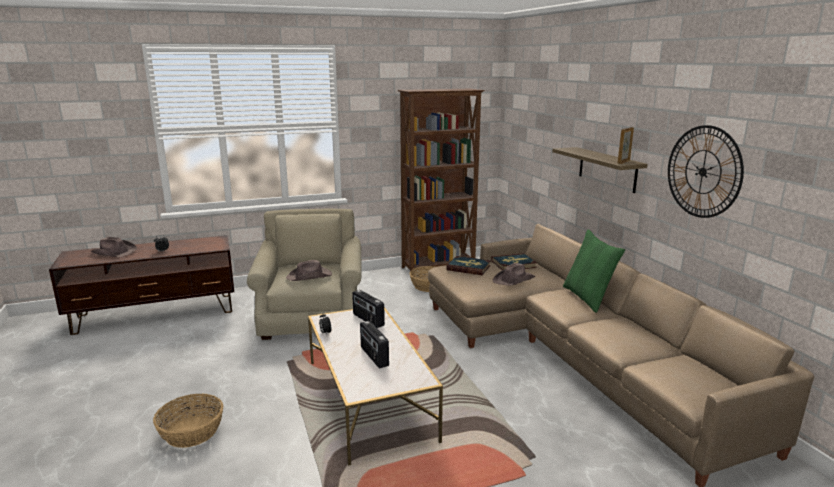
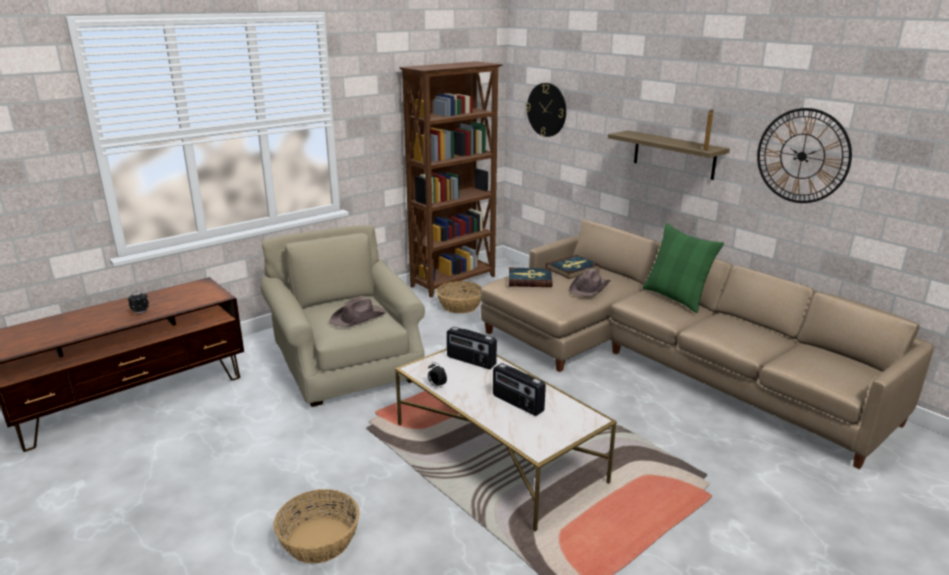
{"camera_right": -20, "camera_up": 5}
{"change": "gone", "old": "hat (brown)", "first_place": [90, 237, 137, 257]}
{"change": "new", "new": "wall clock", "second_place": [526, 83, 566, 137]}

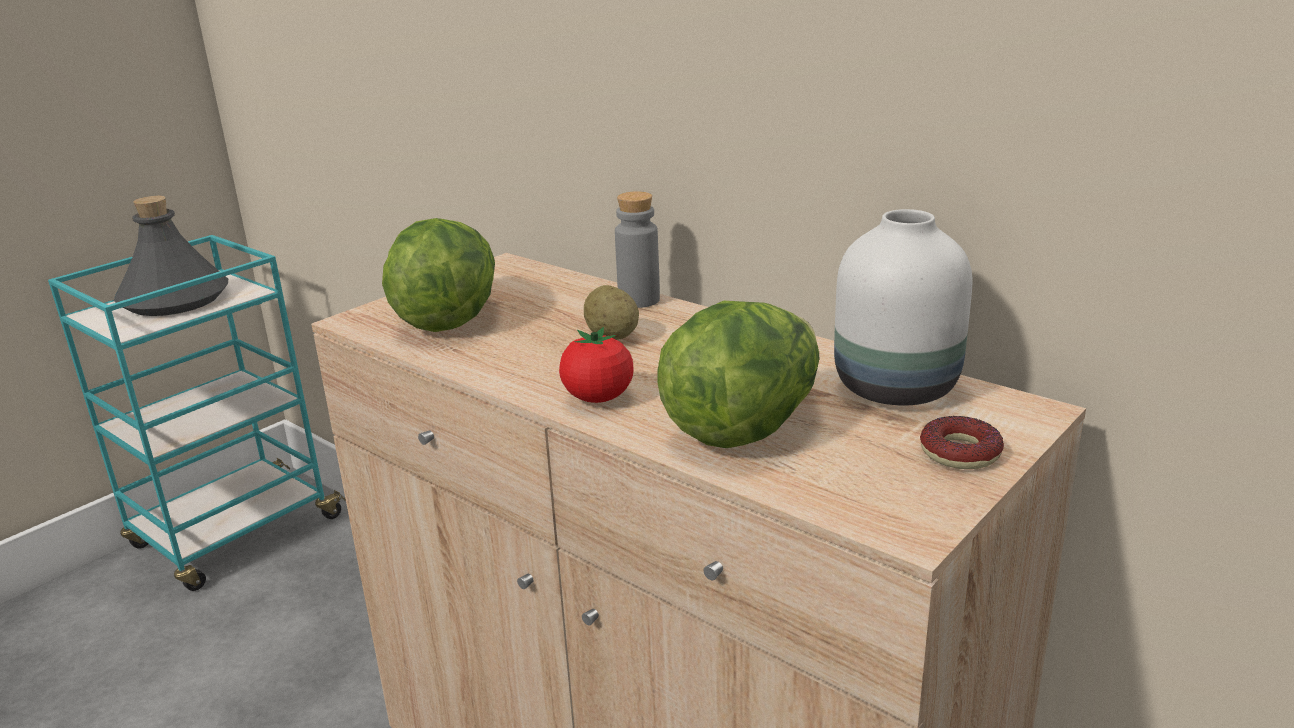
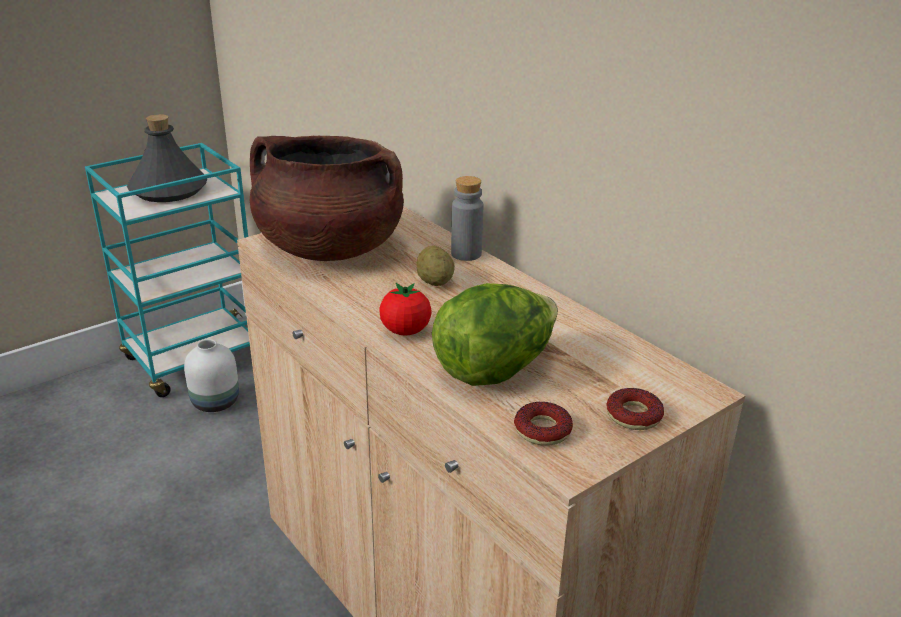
{"camera_right": 10, "camera_up": 5}
{"change": "swapped", "old": "lettuce", "new": "cooking pot (brown)", "first_place": [382, 218, 495, 332], "second_place": [250, 136, 404, 261]}
{"change": "shifted", "old": "vase (white)", "first_place": [834, 209, 972, 406], "second_place": [184, 339, 239, 412]}
{"change": "new", "new": "donut", "second_place": [514, 402, 573, 446]}

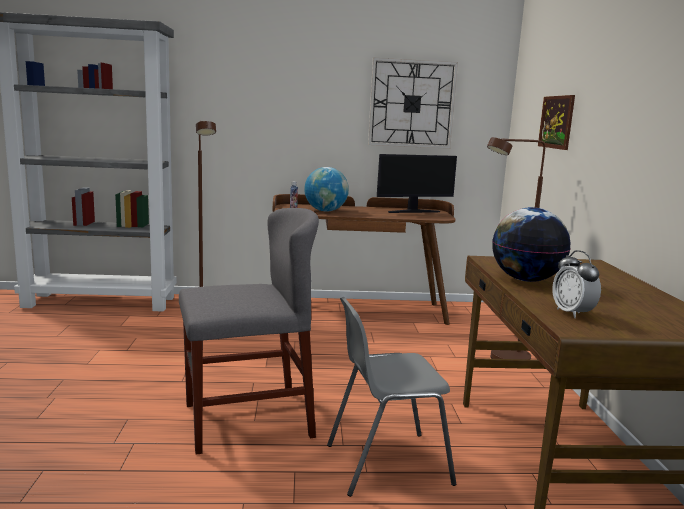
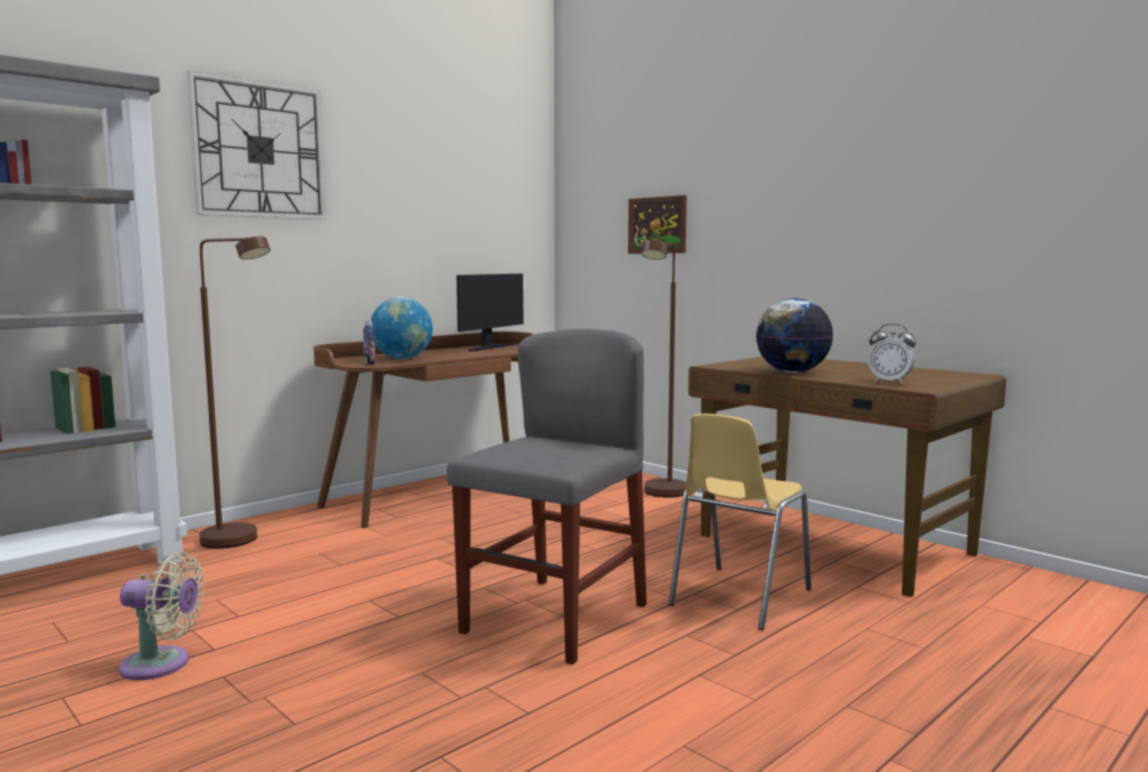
{"camera_right": -40, "camera_up": -5}
{"change": "repainted", "old": "chair (grey)", "new": "chair (yellow)", "first_place": [327, 297, 456, 497], "second_place": [669, 414, 811, 630]}
{"change": "shifted", "old": "wall clock", "first_place": [368, 58, 458, 149], "second_place": [187, 71, 326, 220]}
{"change": "new", "new": "fan (beige)", "second_place": [119, 552, 205, 680]}

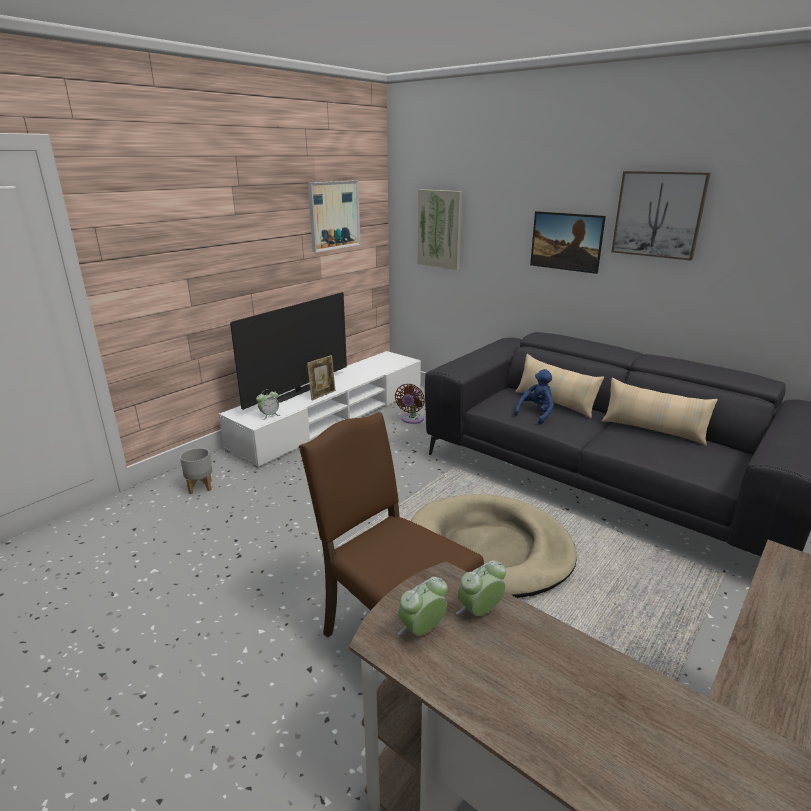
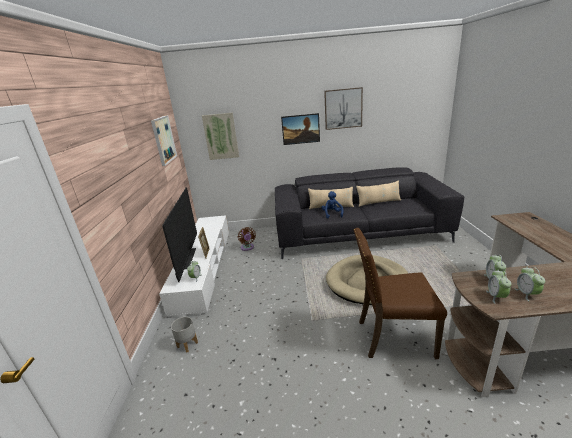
{"camera_right": -40, "camera_up": 0}
{"change": "new", "new": "alarm clock", "second_place": [514, 267, 545, 301]}

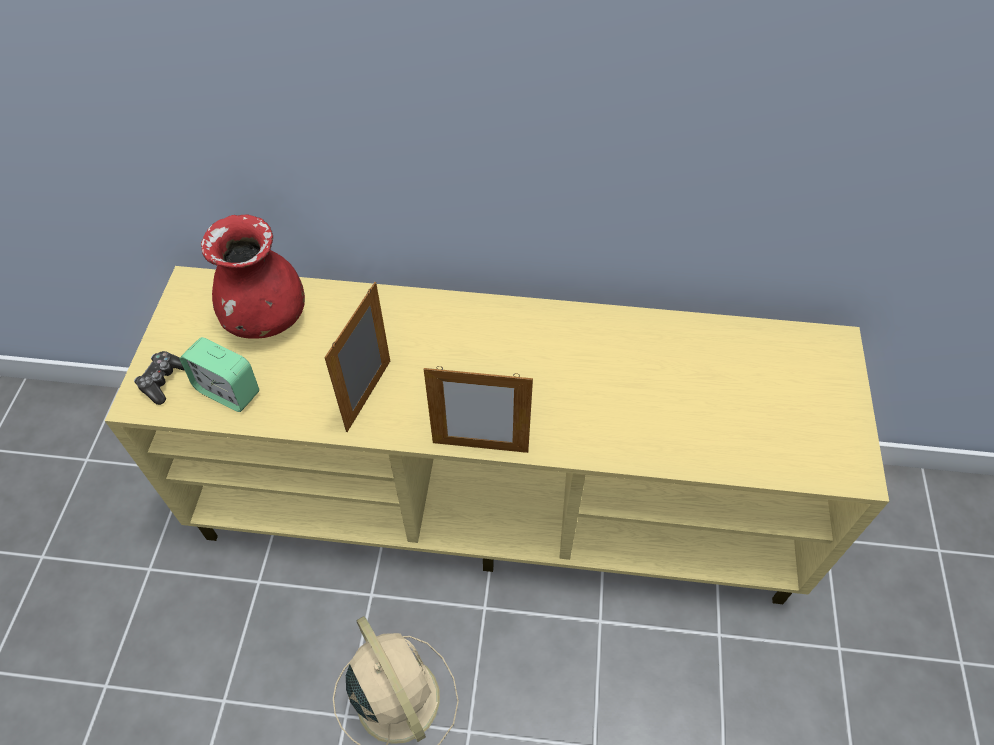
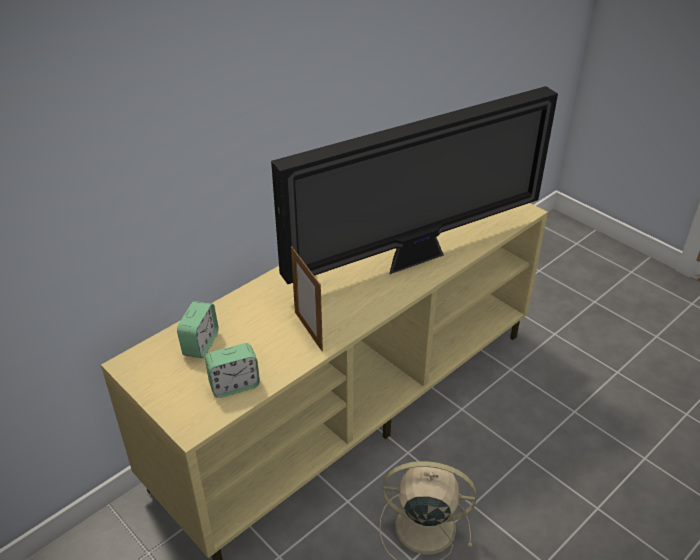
{"camera_right": -50, "camera_up": -15}
{"change": "gone", "old": "game controller", "first_place": [134, 351, 185, 405]}
{"change": "swapped", "old": "vase (red)", "new": "alarm clock", "first_place": [201, 214, 305, 339], "second_place": [177, 301, 218, 358]}
{"change": "gone", "old": "picture frame", "first_place": [424, 366, 533, 453]}
{"change": "new", "new": "television", "second_place": [271, 86, 558, 284]}

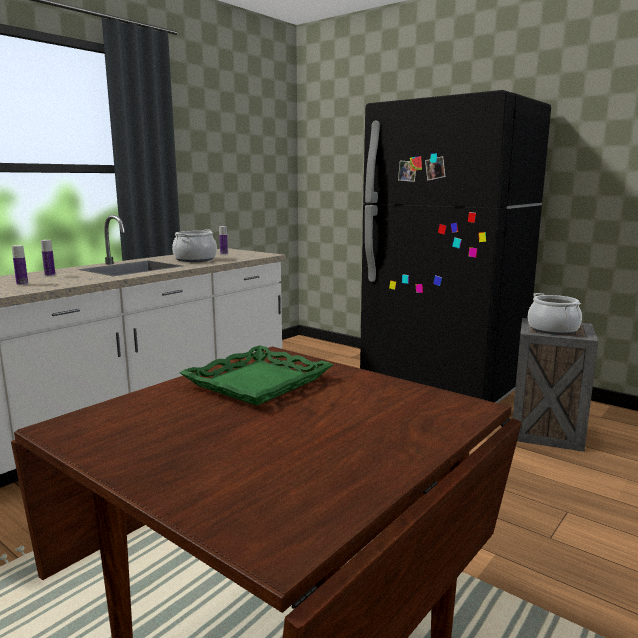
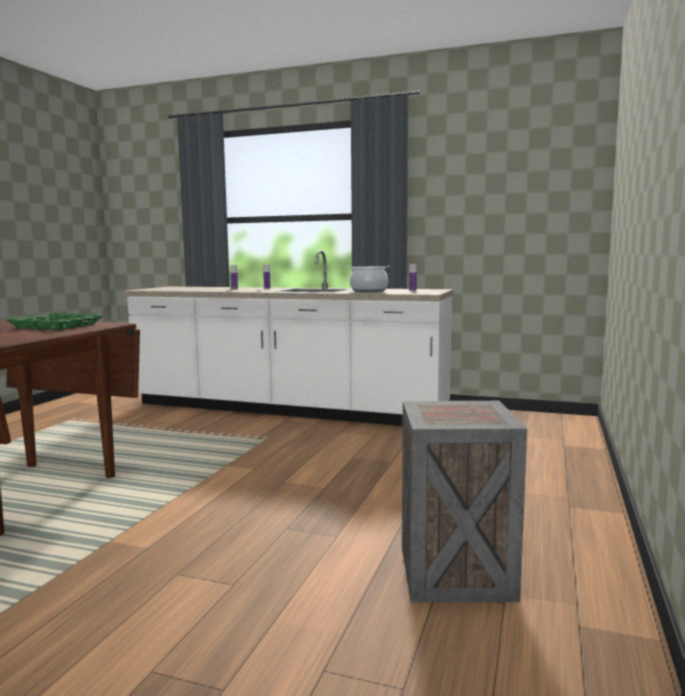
{"camera_right": 70, "camera_up": -5}
{"change": "gone", "old": "fridge (black)", "first_place": [360, 90, 551, 403]}
{"change": "gone", "old": "cooking pot", "first_place": [528, 293, 582, 335]}

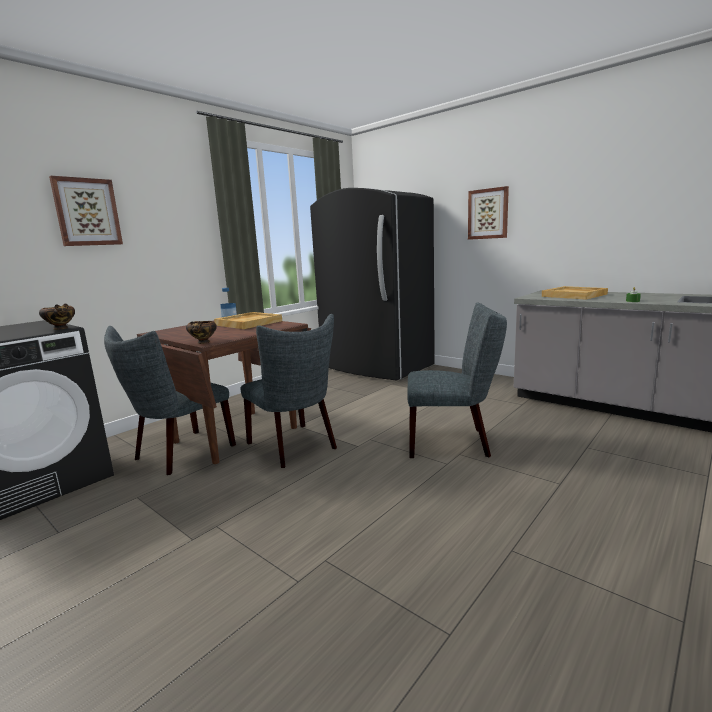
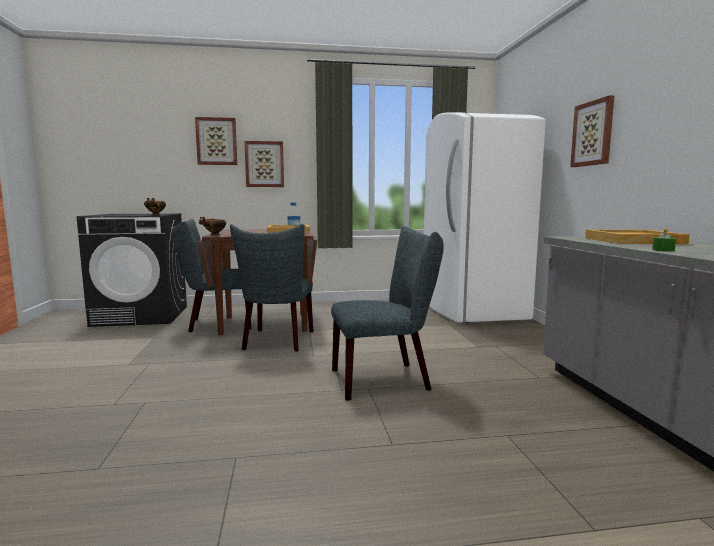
{"camera_right": 40, "camera_up": -5}
{"change": "repainted", "old": "fridge (black)", "new": "fridge (white)", "first_place": [310, 188, 435, 381], "second_place": [424, 112, 546, 323]}
{"change": "rotated", "old": "chair (grey)", "first_place": [407, 302, 507, 458], "second_place": [331, 226, 444, 401], "degrees": -60}
{"change": "new", "new": "picture", "second_place": [244, 141, 284, 187]}

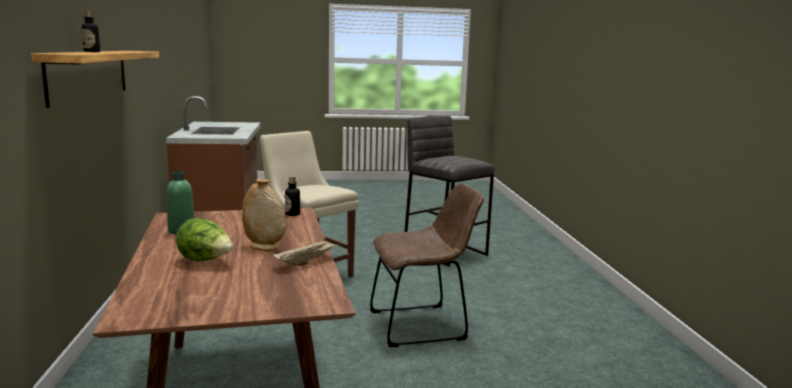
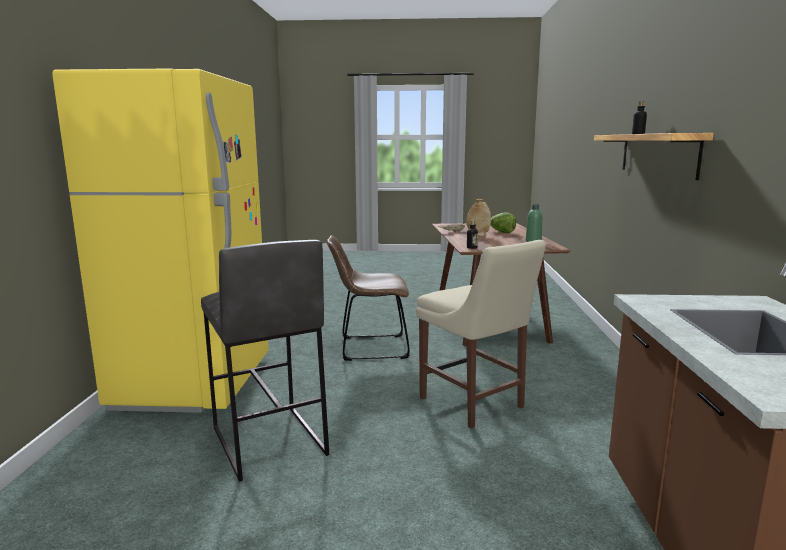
{"camera_right": -170, "camera_up": 0}
{"change": "new", "new": "fridge (yellow)", "second_place": [52, 68, 269, 413]}

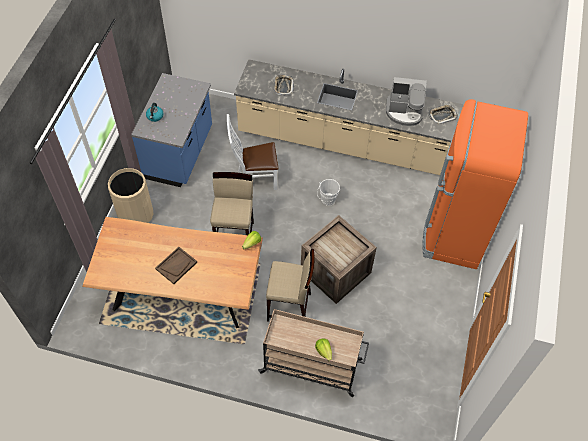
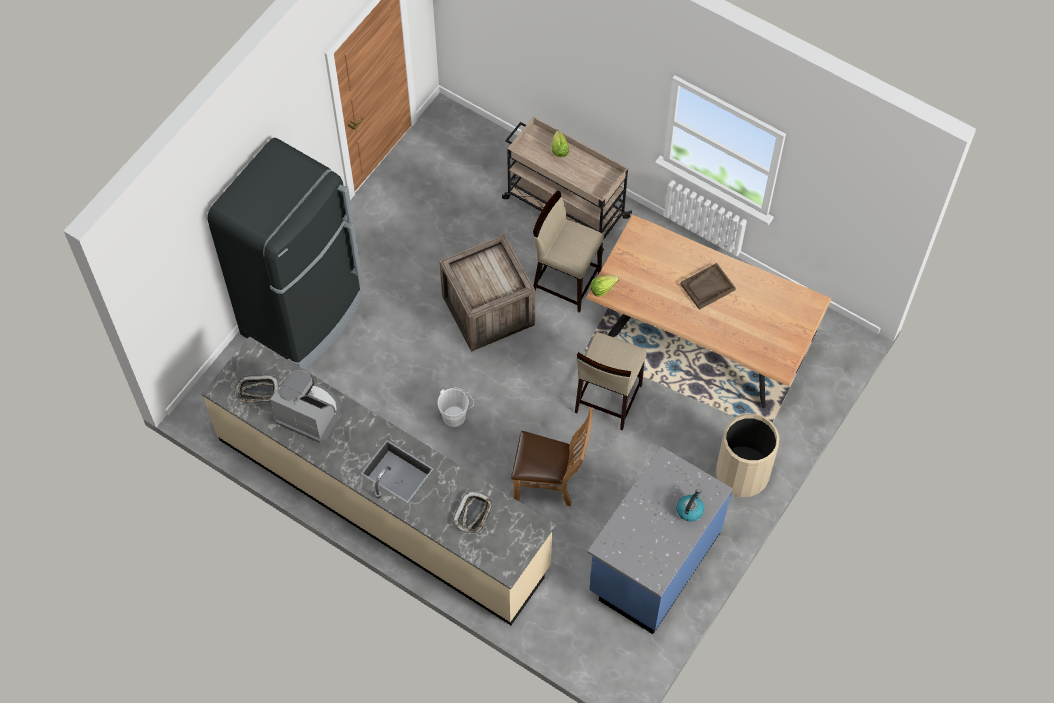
{"camera_right": -160, "camera_up": 5}
{"change": "repainted", "old": "chair (white)", "new": "chair (brown)", "first_place": [227, 114, 279, 190], "second_place": [511, 407, 593, 506]}
{"change": "repainted", "old": "fridge (orange)", "new": "fridge (black)", "first_place": [422, 99, 528, 269], "second_place": [207, 138, 363, 369]}

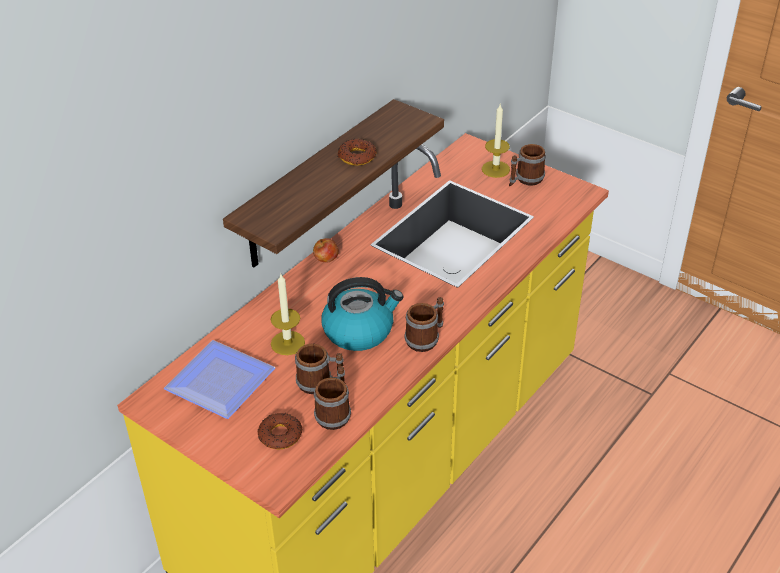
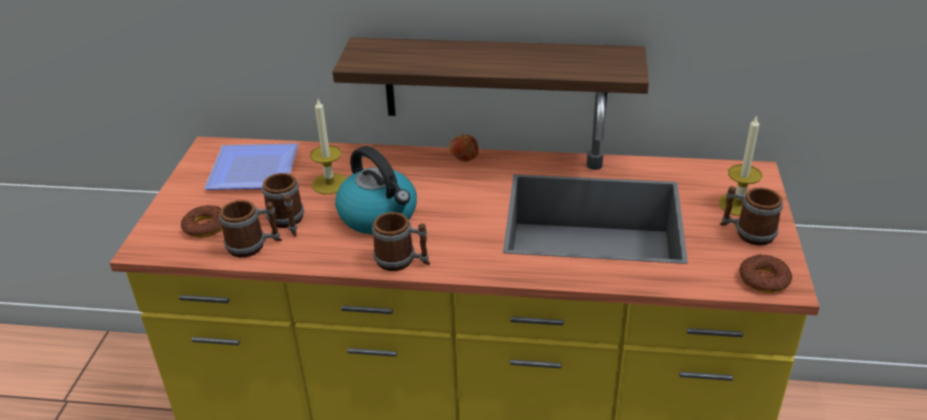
{"camera_right": 60, "camera_up": -5}
{"change": "shifted", "old": "donut", "first_place": [337, 139, 377, 165], "second_place": [739, 255, 792, 292]}

